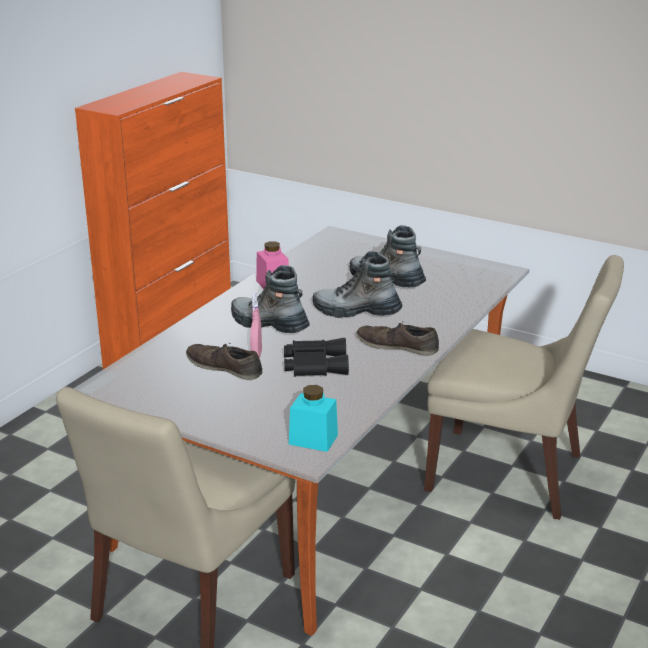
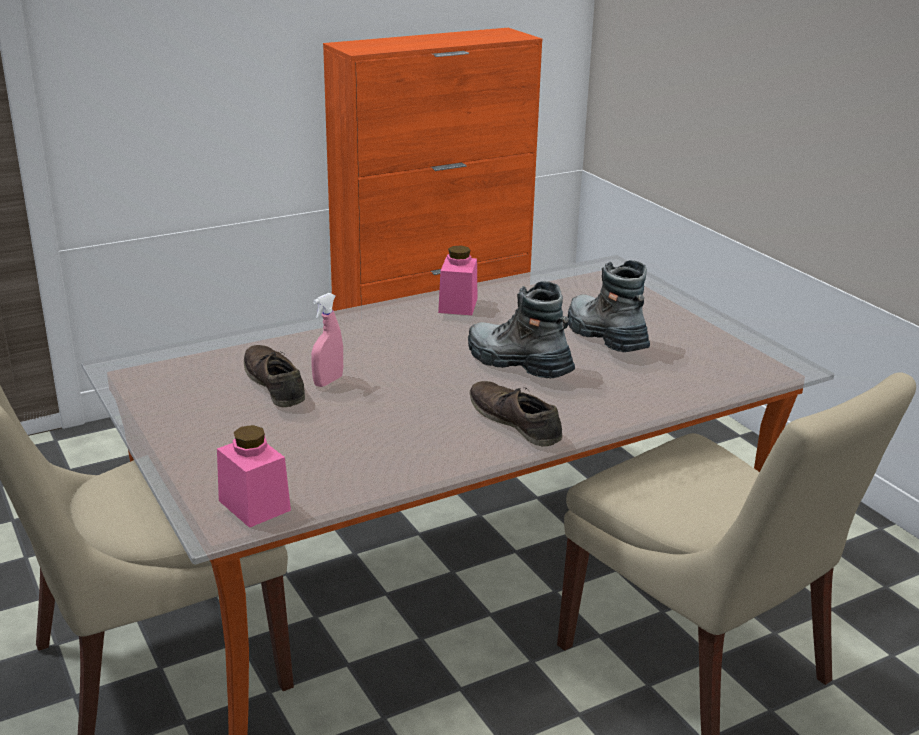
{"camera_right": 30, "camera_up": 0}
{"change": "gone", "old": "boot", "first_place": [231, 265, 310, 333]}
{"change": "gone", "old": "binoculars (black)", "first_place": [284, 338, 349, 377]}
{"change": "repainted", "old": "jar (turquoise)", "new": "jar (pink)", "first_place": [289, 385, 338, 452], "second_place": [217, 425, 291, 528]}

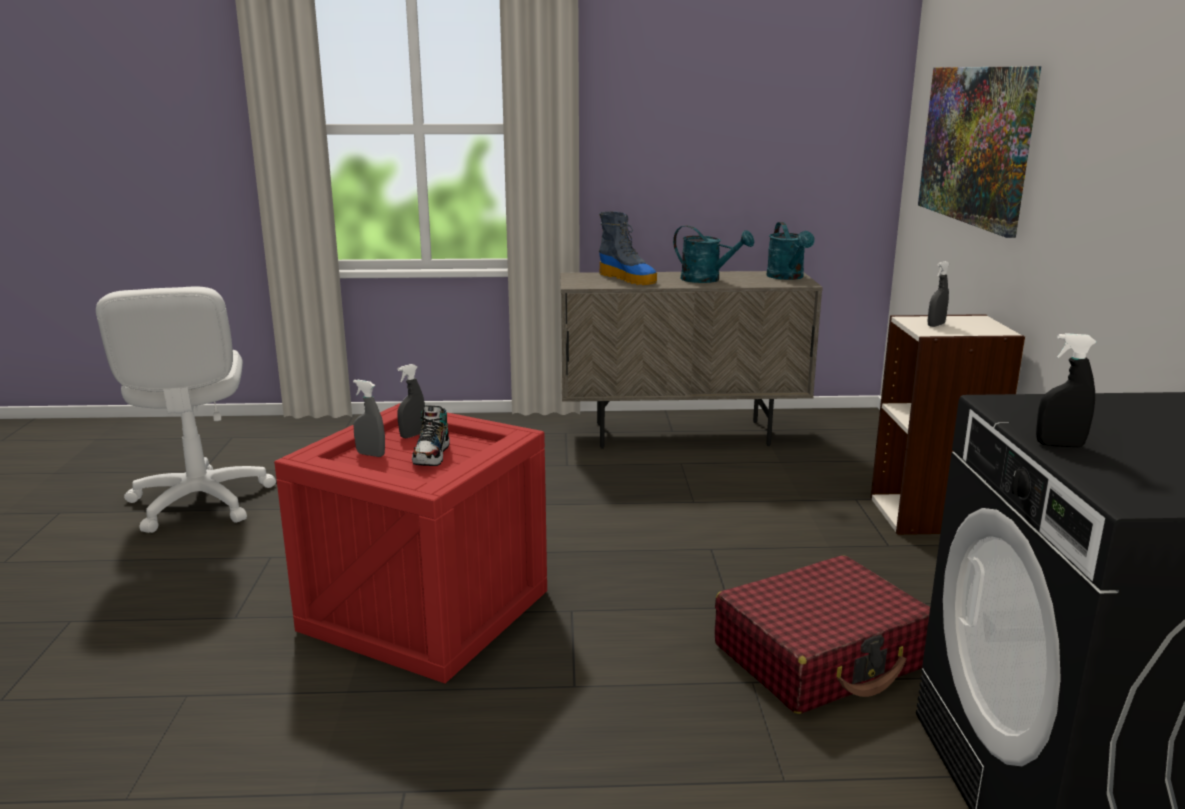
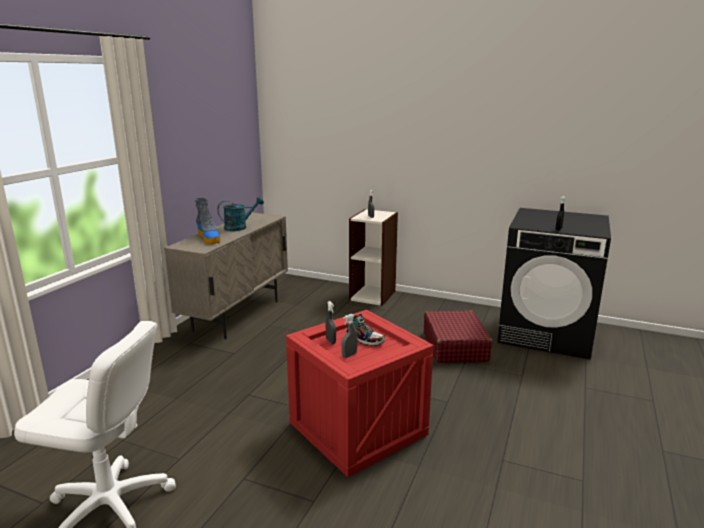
{"camera_right": -65, "camera_up": 0}
{"change": "rotated", "old": "boot", "first_place": [599, 211, 657, 285], "second_place": [195, 198, 221, 244], "degrees": 75}
{"change": "gone", "old": "watering can (turquoise)", "first_place": [766, 222, 815, 280]}
{"change": "gone", "old": "picture", "first_place": [918, 66, 1041, 238]}

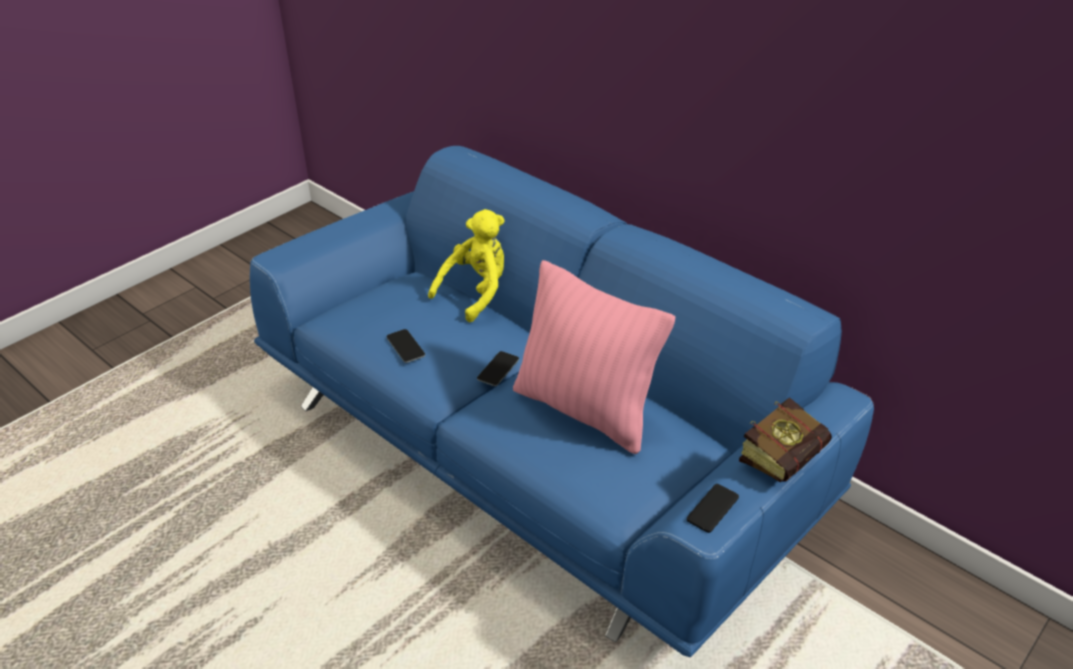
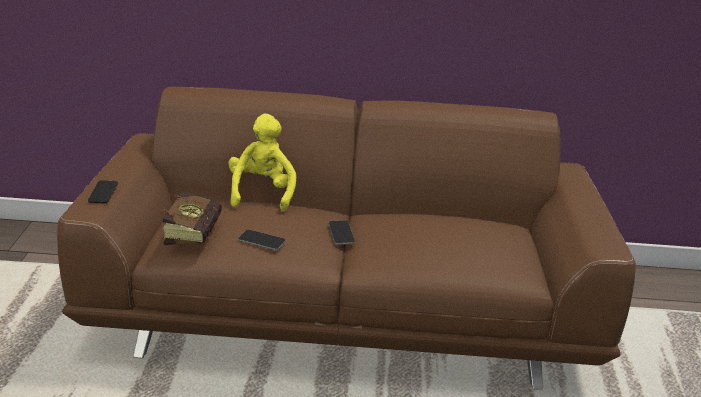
{"camera_right": -40, "camera_up": -10}
{"change": "repainted", "old": "sofa (blue)", "new": "sofa (brown)", "first_place": [250, 146, 874, 657], "second_place": [57, 87, 636, 389]}
{"change": "gone", "old": "pillow (pink)", "first_place": [513, 260, 676, 454]}
{"change": "shifted", "old": "phone", "first_place": [687, 484, 739, 533], "second_place": [88, 180, 118, 203]}
{"change": "shifted", "old": "book", "first_place": [739, 397, 832, 482], "second_place": [162, 191, 222, 245]}

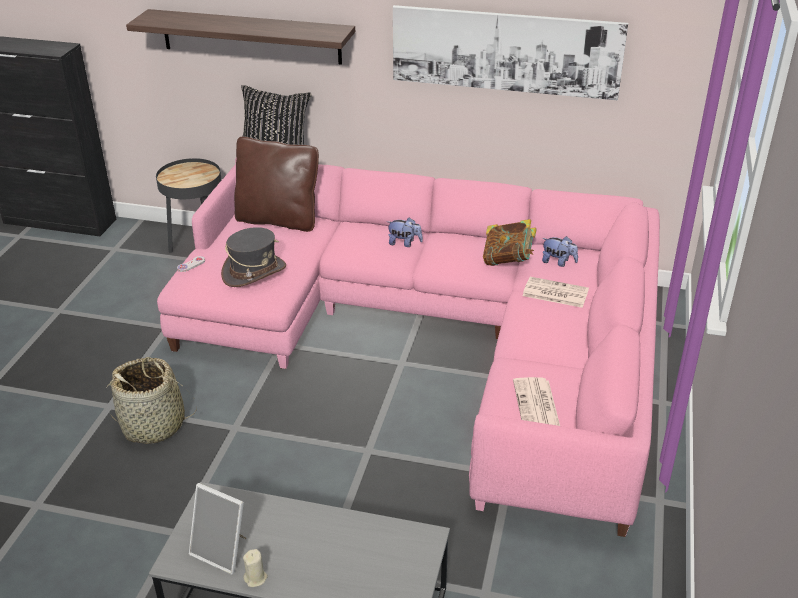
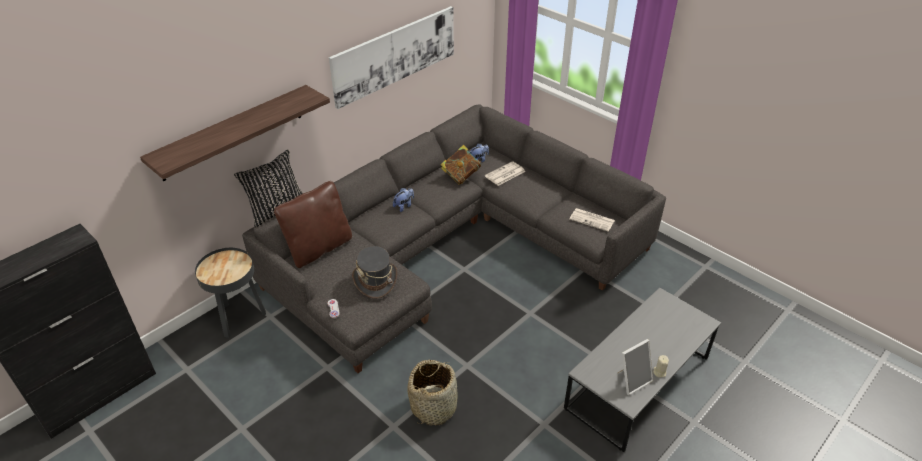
{"camera_right": -60, "camera_up": 5}
{"change": "repainted", "old": "sofa (pink)", "new": "sofa (grey)", "first_place": [157, 158, 660, 537], "second_place": [242, 105, 666, 373]}

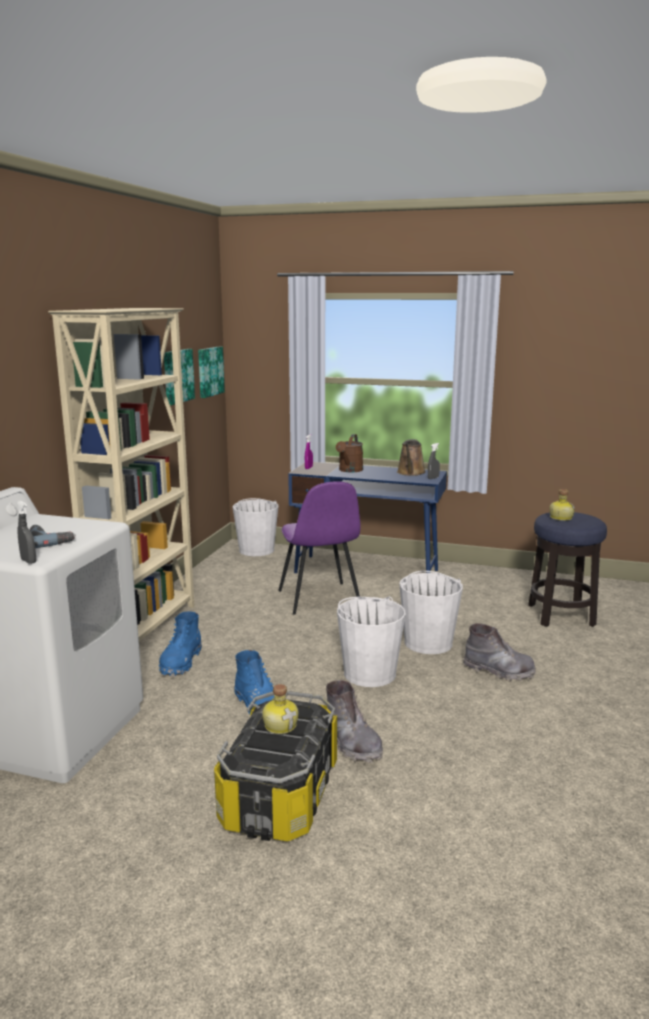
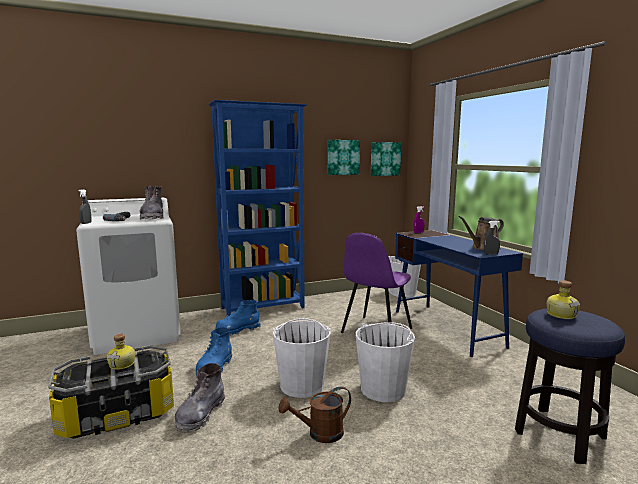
{"camera_right": 50, "camera_up": -5}
{"change": "repainted", "old": "bookcase (beige)", "new": "bookcase (blue)", "first_place": [48, 308, 194, 642], "second_place": [208, 100, 307, 316]}
{"change": "shifted", "old": "watering can (brown)", "first_place": [336, 434, 363, 472], "second_place": [279, 386, 351, 443]}
{"change": "shifted", "old": "boot (grey)", "first_place": [463, 623, 536, 682], "second_place": [139, 186, 164, 220]}

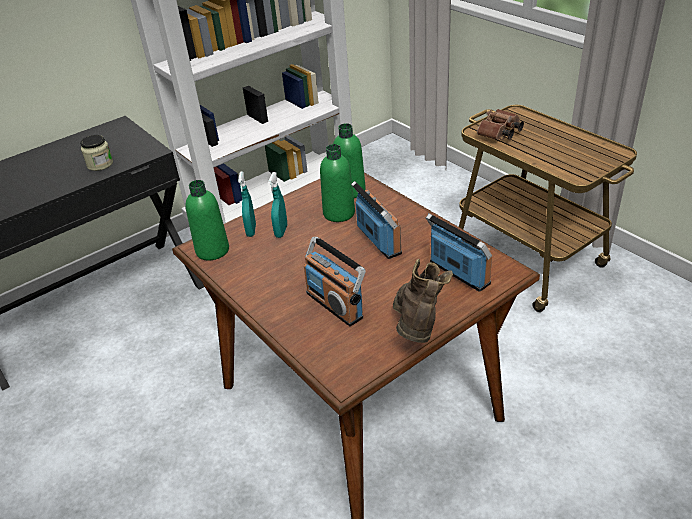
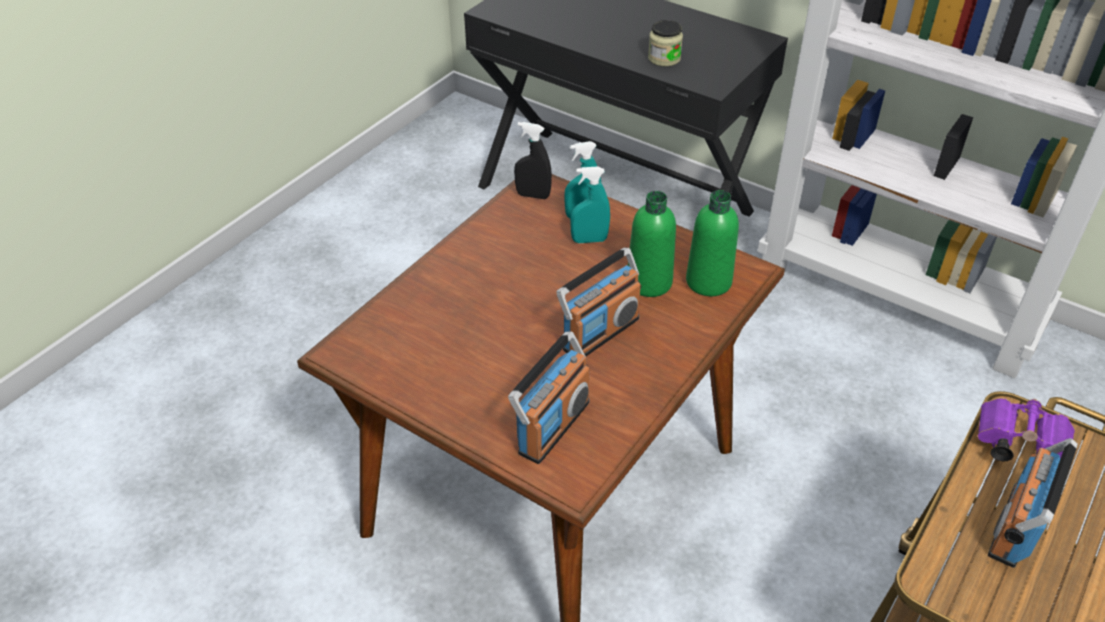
{"camera_right": 70, "camera_up": 5}
{"change": "swapped", "old": "bottle (green)", "new": "spray bottle (black)", "first_place": [186, 180, 229, 261], "second_place": [514, 122, 552, 199]}
{"change": "shifted", "old": "radio", "first_place": [304, 237, 366, 326], "second_place": [988, 438, 1078, 568]}
{"change": "gone", "old": "boot (brown)", "first_place": [393, 259, 453, 343]}
{"change": "repainted", "old": "binoculars (brown)", "new": "binoculars (purple)", "first_place": [476, 109, 524, 140], "second_place": [978, 398, 1075, 462]}

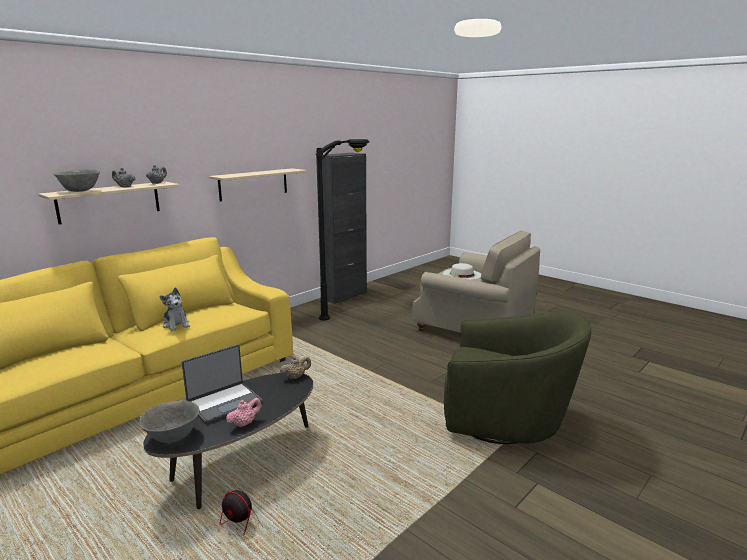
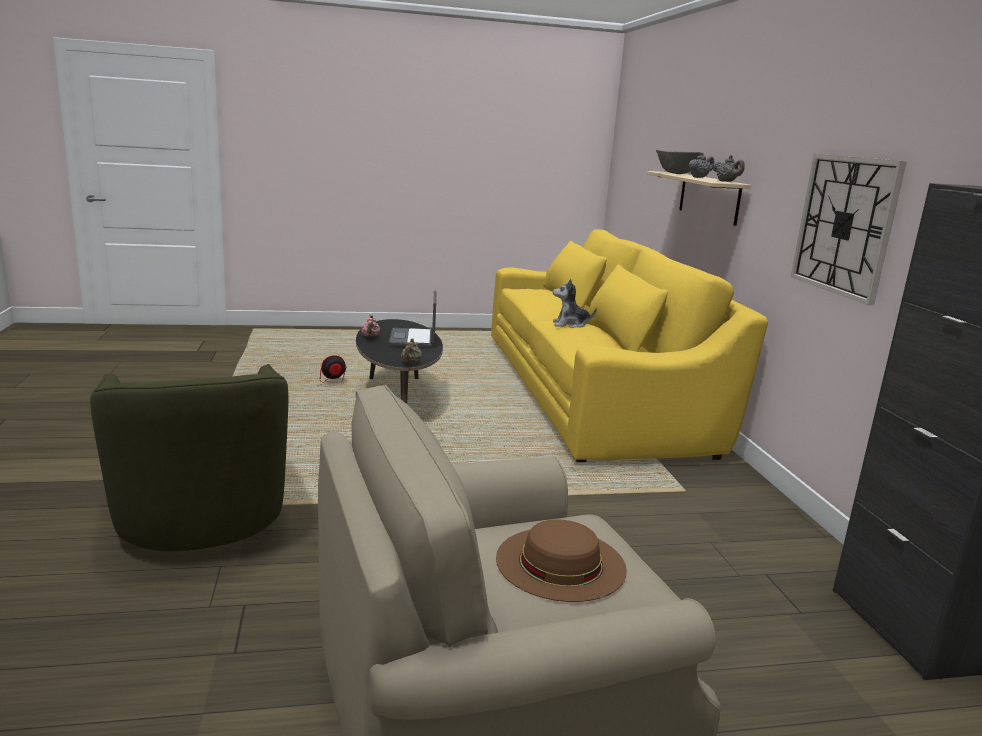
{"camera_right": 125, "camera_up": 0}
{"change": "gone", "old": "bowl (grey)", "first_place": [139, 401, 199, 443]}
{"change": "swapped", "old": "shelf (beige)", "new": "wall clock", "first_place": [209, 168, 307, 201], "second_place": [791, 154, 907, 305]}
{"change": "gone", "old": "floor lamp (black)", "first_place": [316, 139, 369, 321]}
{"change": "repainted", "old": "hat (white)", "new": "hat (brown)", "first_place": [443, 263, 481, 280], "second_place": [496, 520, 627, 602]}
{"change": "rotated", "old": "armchair (green)", "first_place": [444, 310, 591, 444], "second_place": [90, 364, 288, 551], "degrees": -75}

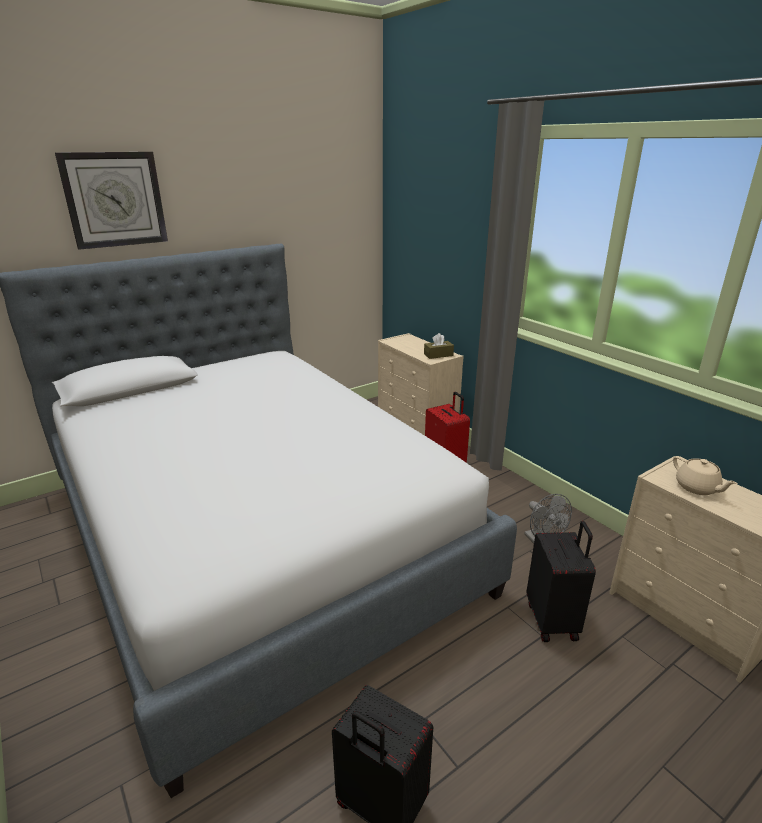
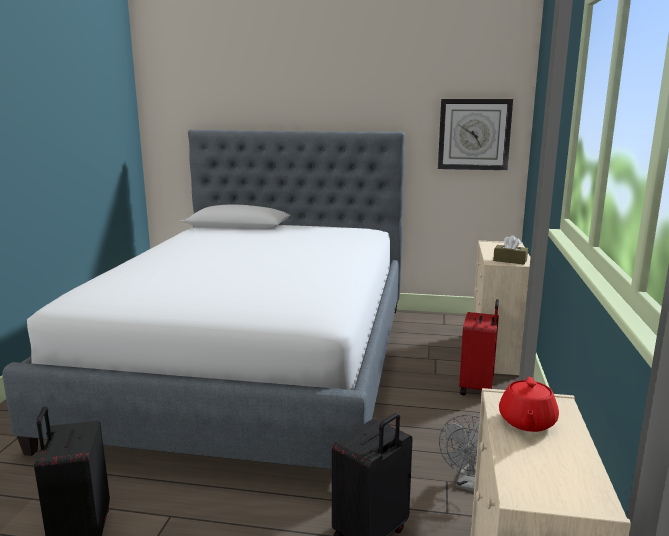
{"camera_right": 45, "camera_up": -10}
{"change": "shifted", "old": "wall clock", "first_place": [55, 152, 168, 250], "second_place": [438, 99, 513, 170]}
{"change": "repainted", "old": "teapot (beige)", "new": "teapot (red)", "first_place": [673, 456, 738, 495], "second_place": [499, 377, 559, 432]}

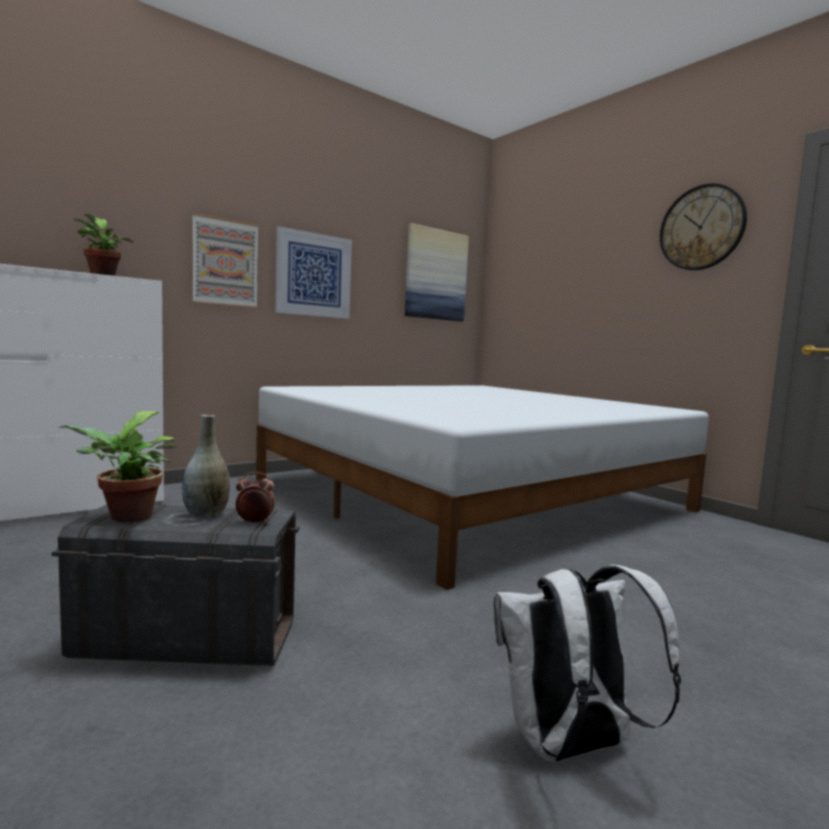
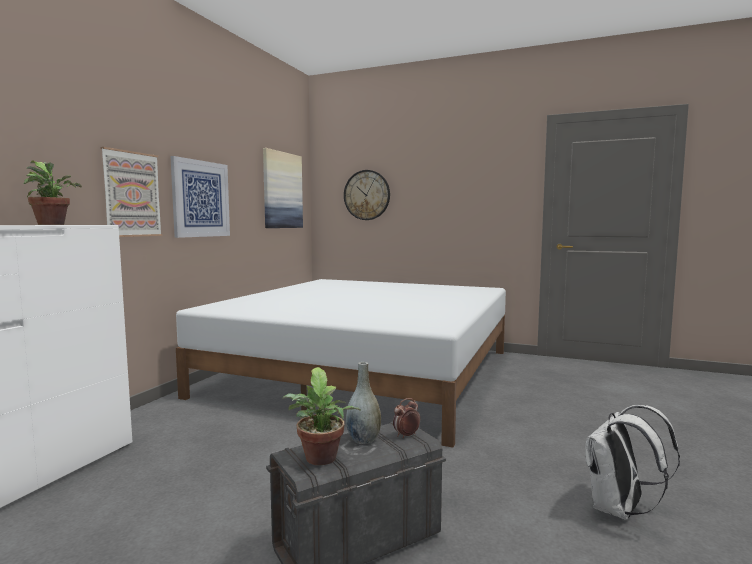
{"camera_right": -30, "camera_up": 0}
{"change": "shifted", "old": "wall clock", "first_place": [660, 183, 747, 270], "second_place": [344, 170, 390, 220]}

